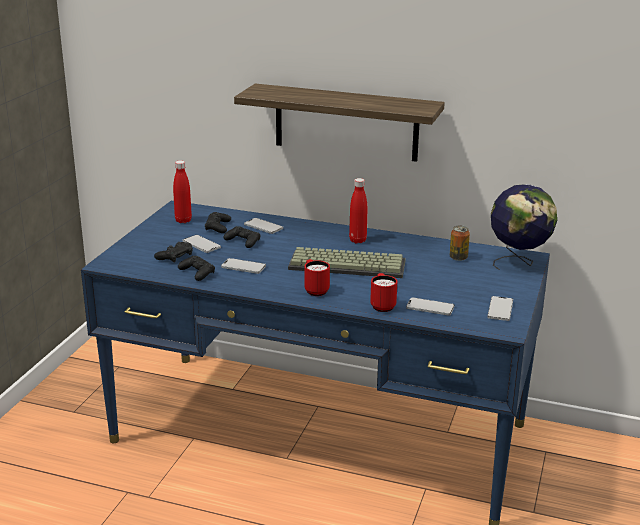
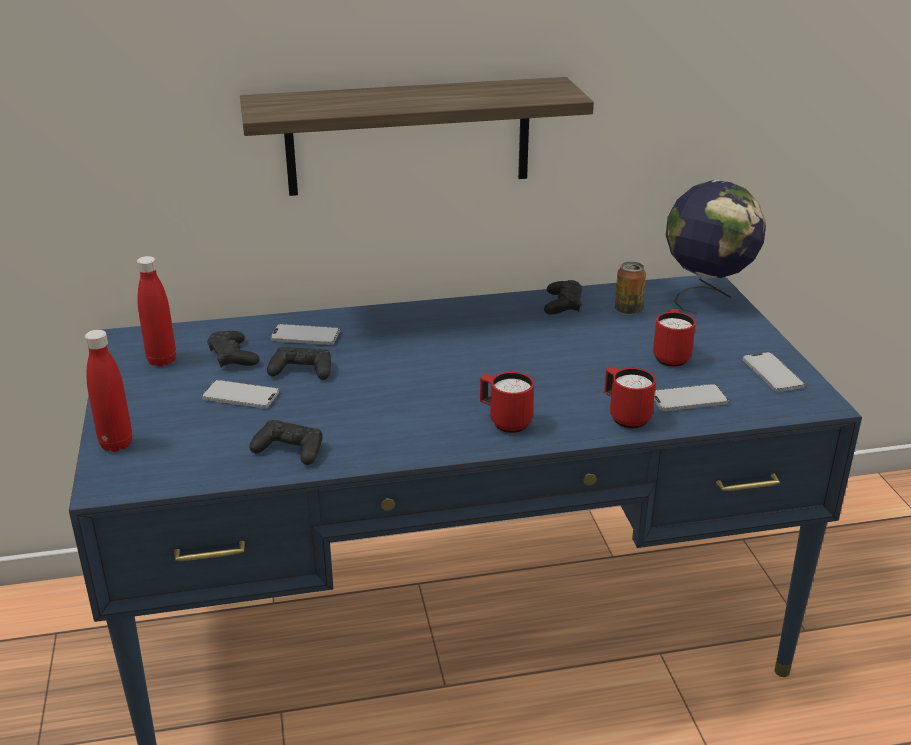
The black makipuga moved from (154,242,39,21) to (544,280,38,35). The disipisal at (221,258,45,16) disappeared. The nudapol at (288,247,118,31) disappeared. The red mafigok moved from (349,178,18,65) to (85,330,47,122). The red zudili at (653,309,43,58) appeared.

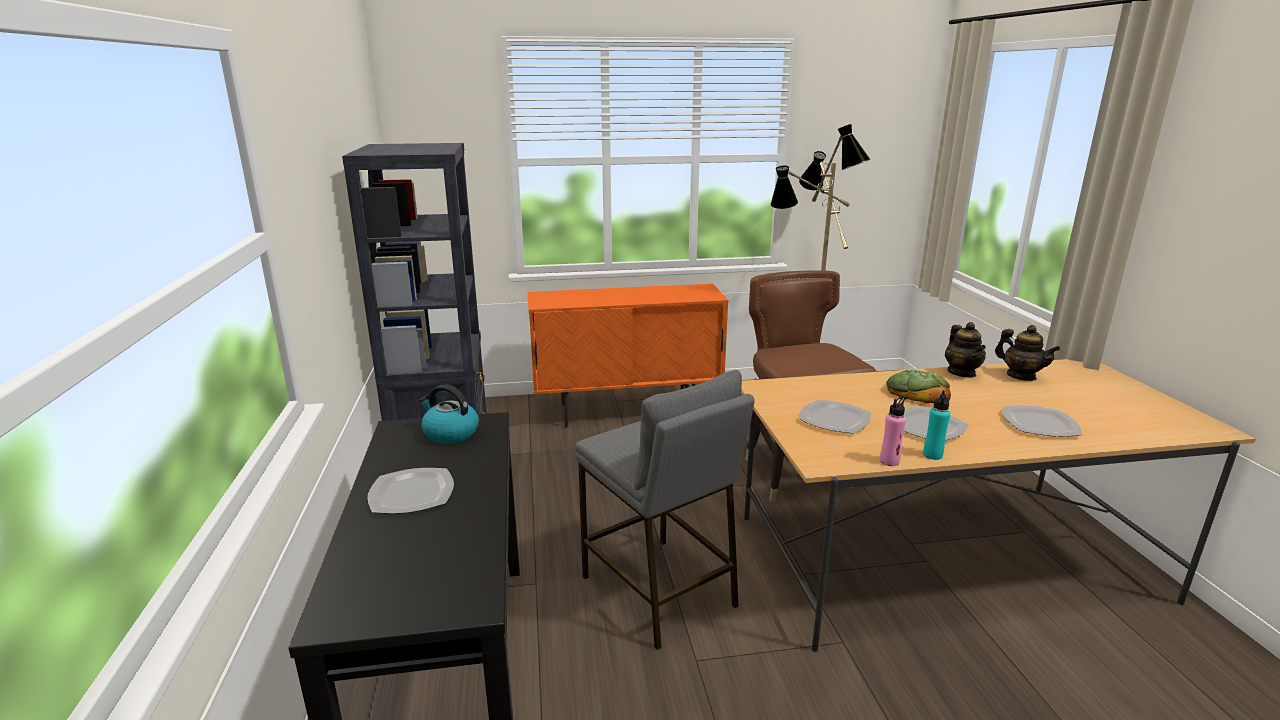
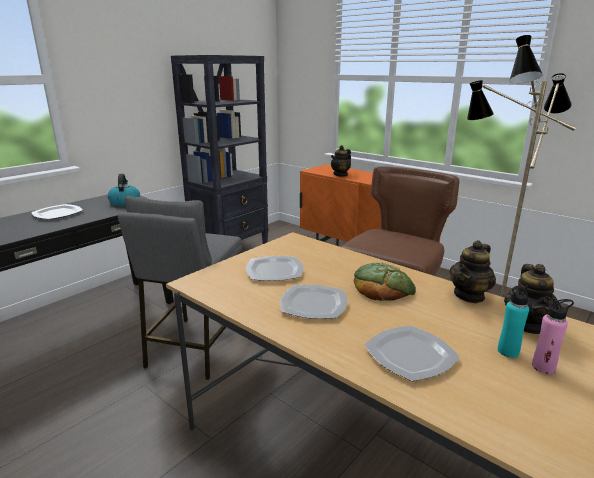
The pink mafigok moved from (880,396,26,70) to (532,298,42,76). The turquoise mafigok moved from (923,391,27,69) to (498,285,31,73). The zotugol at (331,145,20,32) appeared.

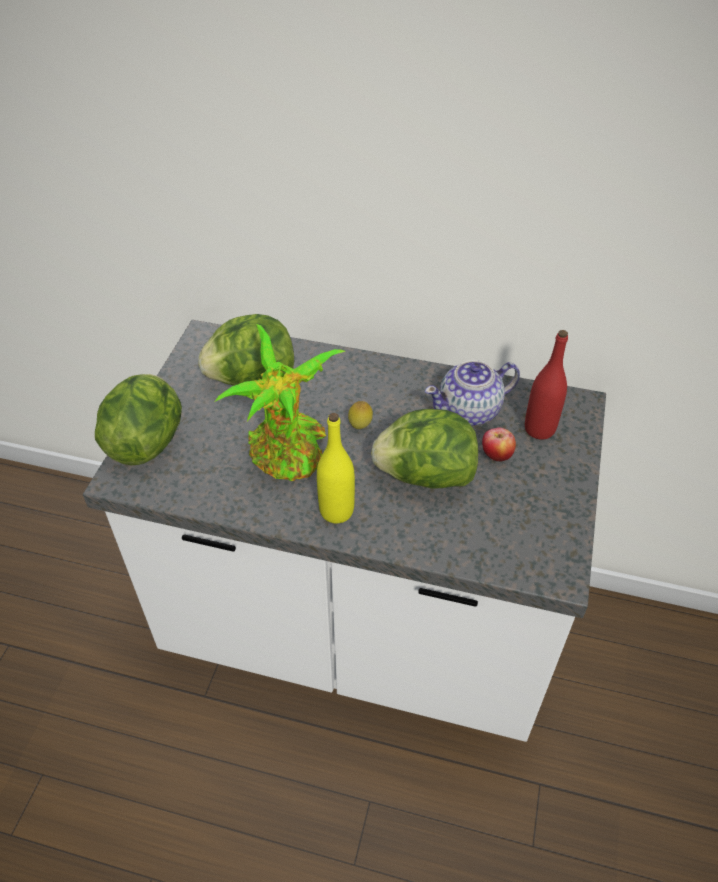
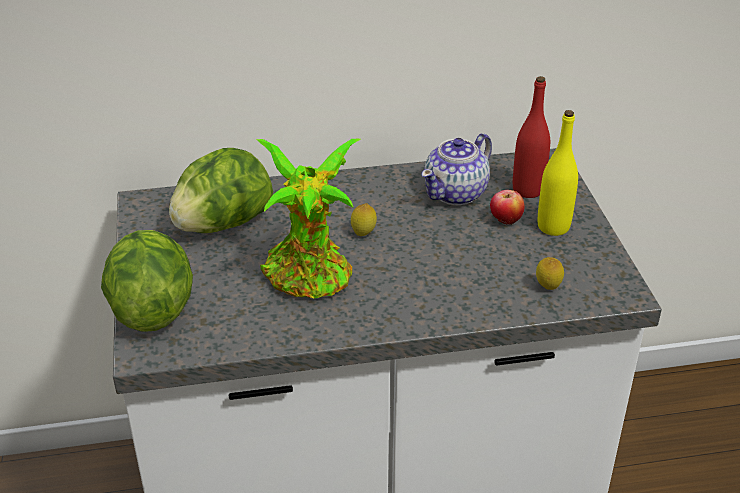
The yellow mafigok moved from (317,413,38,111) to (538,110,40,126). The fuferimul at (371,409,107,80) disappeared. The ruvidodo at (536,257,28,33) appeared.

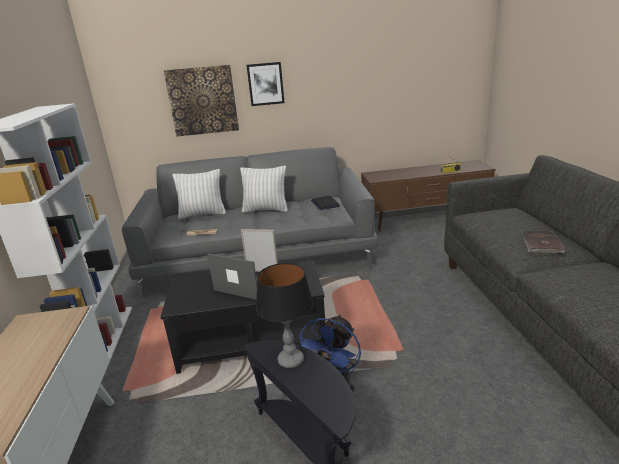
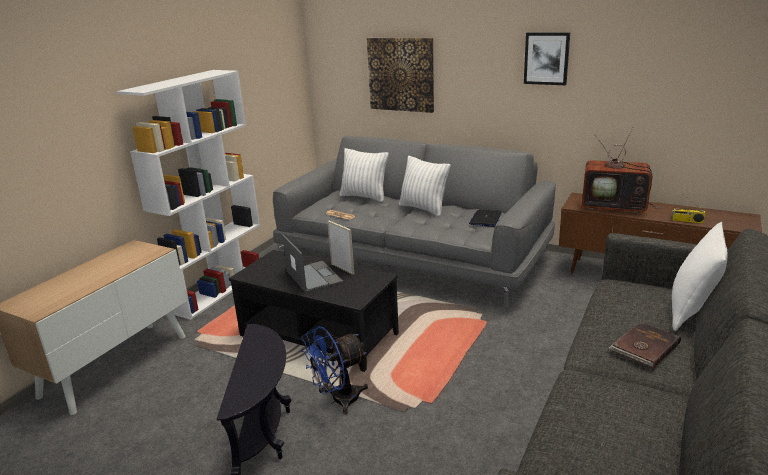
The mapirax moved from (247,62,38,44) to (524,33,46,52). The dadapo at (256,263,57,106) disappeared. The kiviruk at (582,128,77,86) appeared. The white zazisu at (672,222,55,109) appeared.

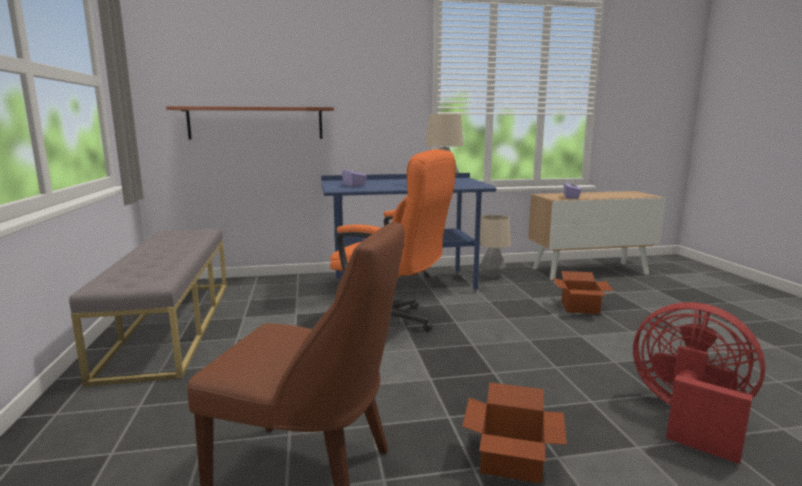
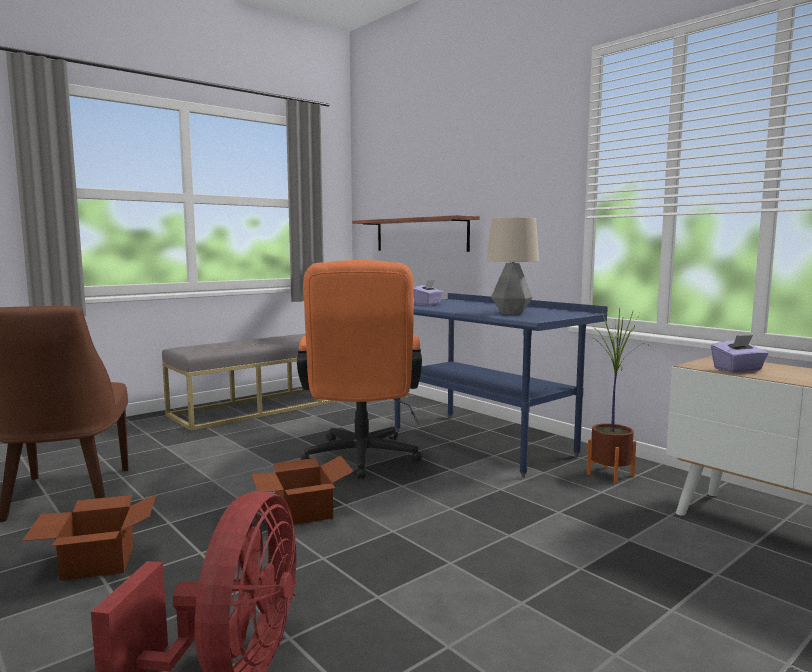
The dadapo at (480,215,31,63) was replaced by the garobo at (587,308,63,176). The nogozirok moved from (553,271,61,43) to (251,455,103,70).

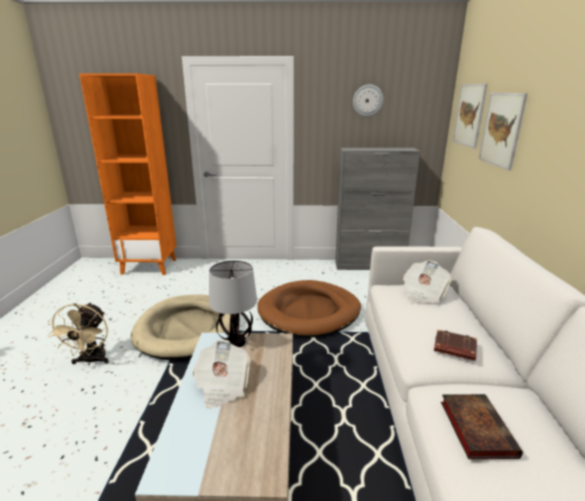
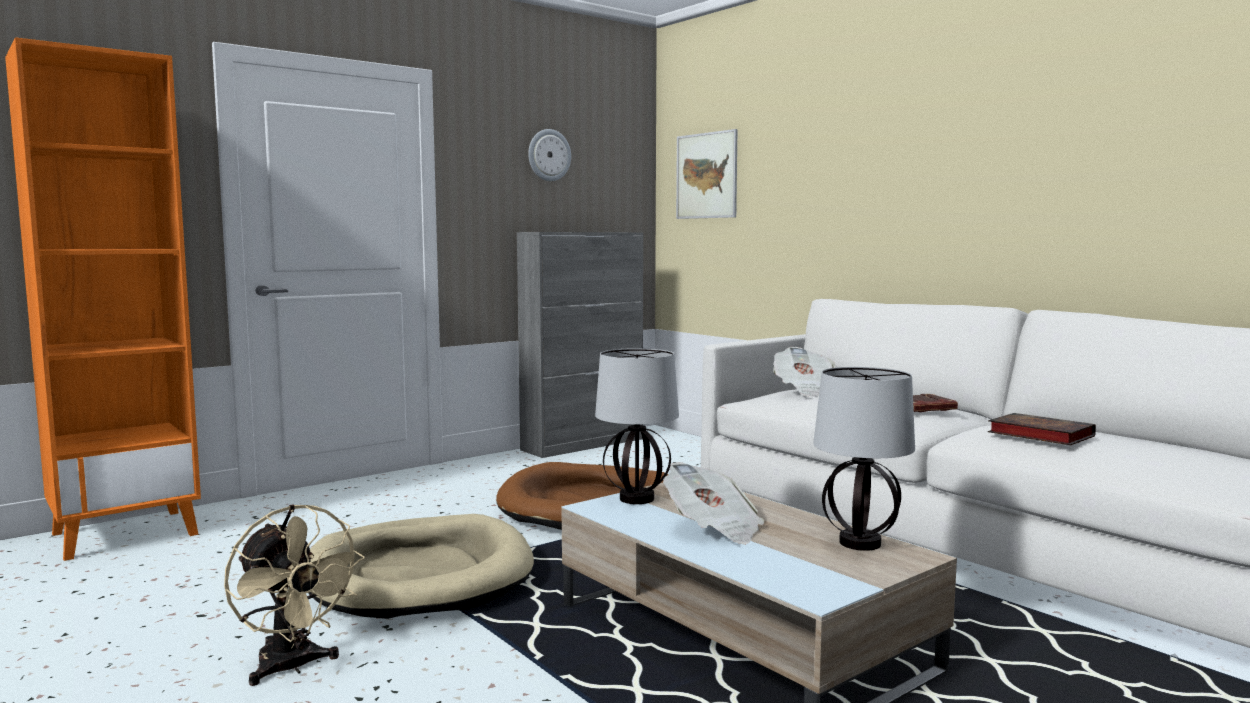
The mapirax at (478,93,50,77) disappeared. The dadapo at (813,367,102,184) appeared.

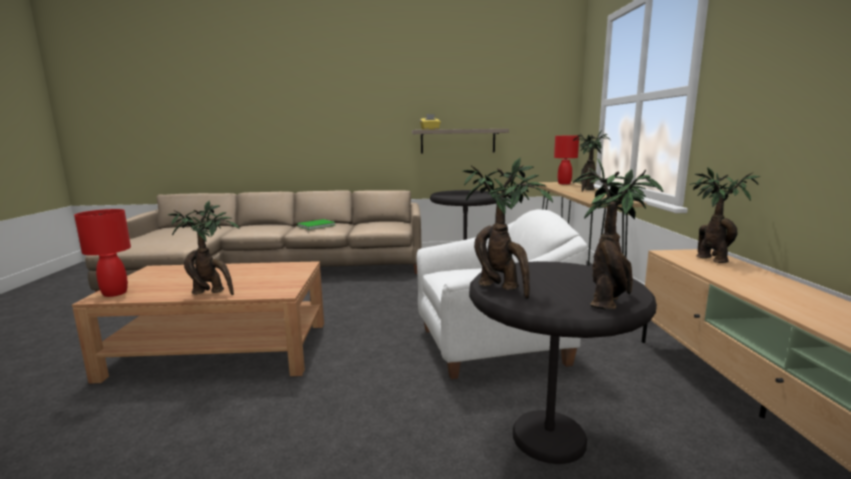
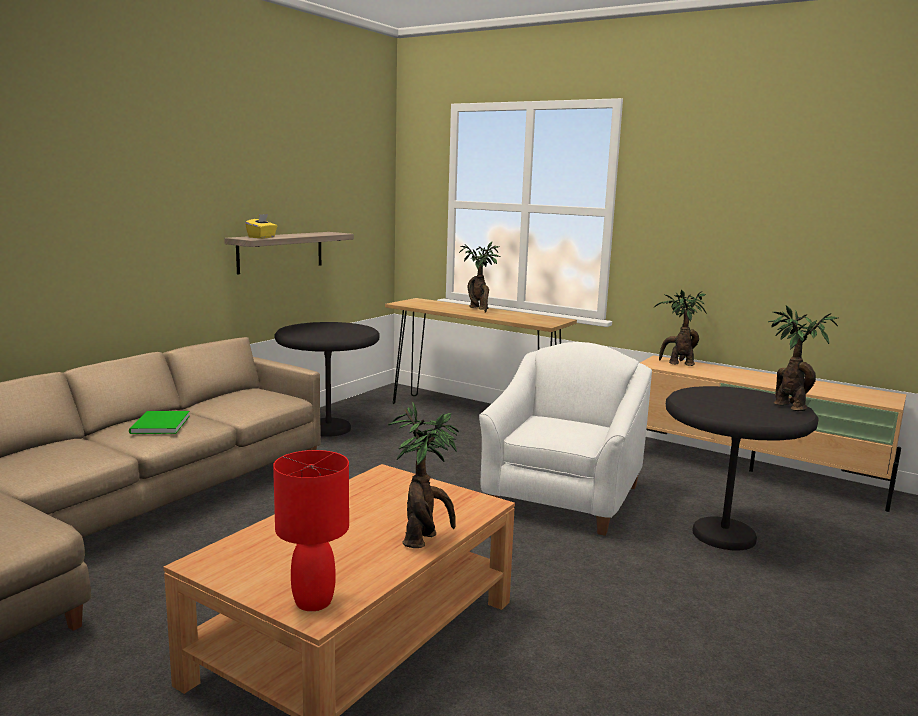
The garobo at (463,157,90,142) disappeared. The red dadapo at (554,135,25,49) disappeared.

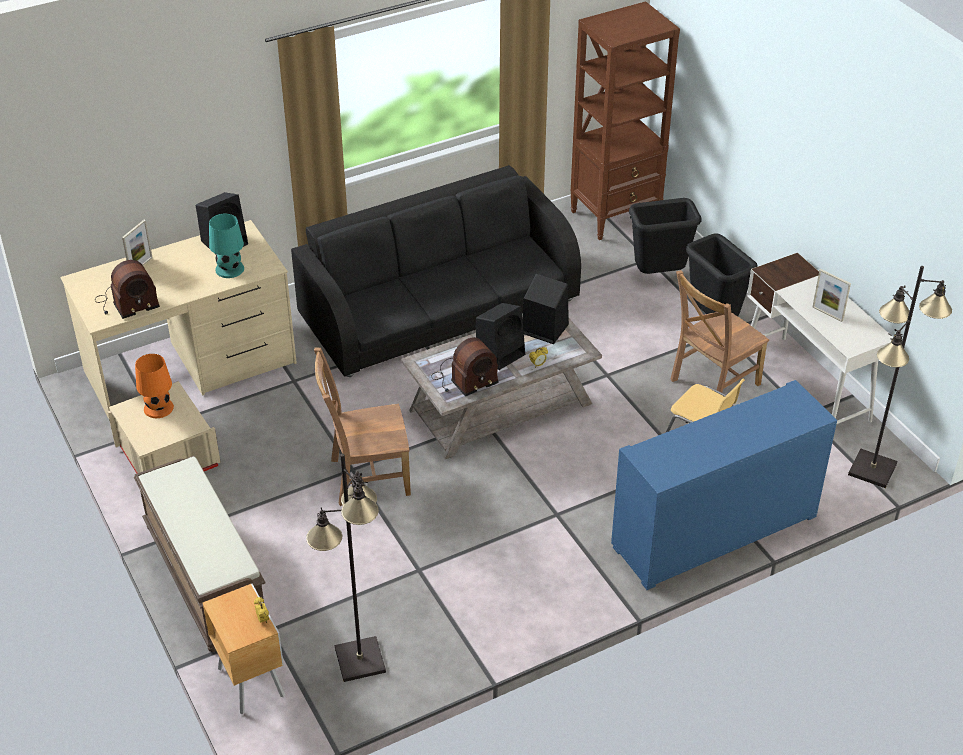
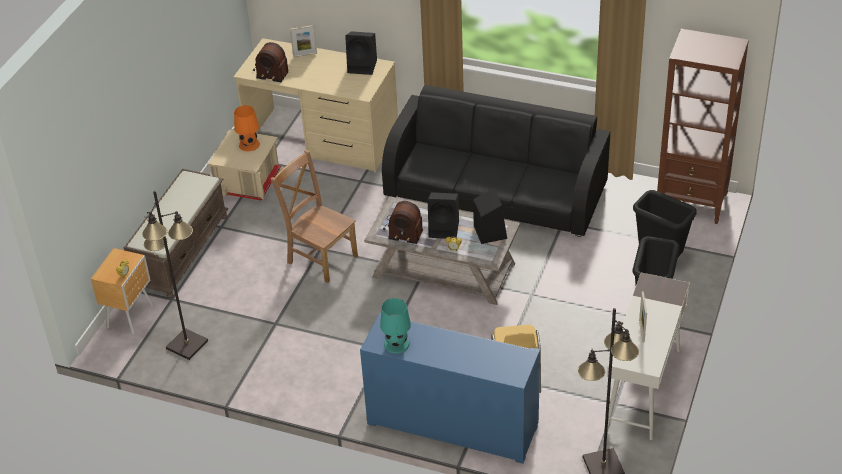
The turquoise dadapo moved from (209,213,35,65) to (380,298,31,56). The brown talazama at (670,270,99,122) disappeared.

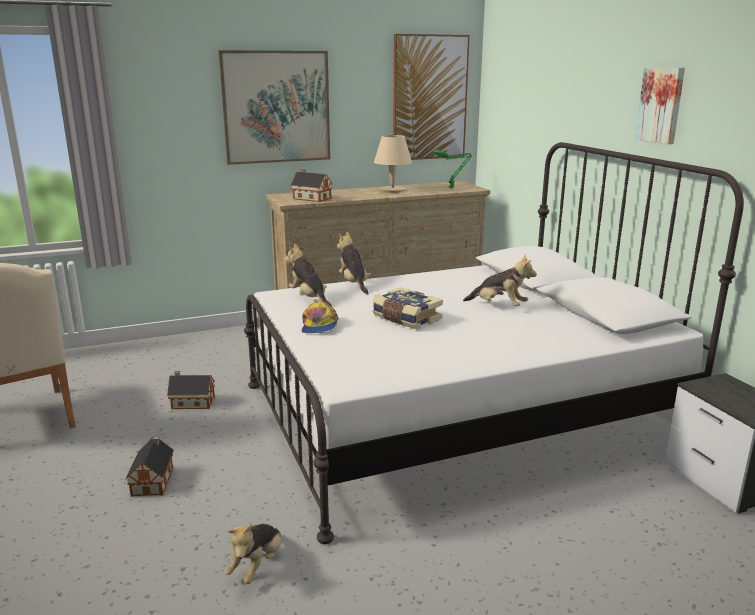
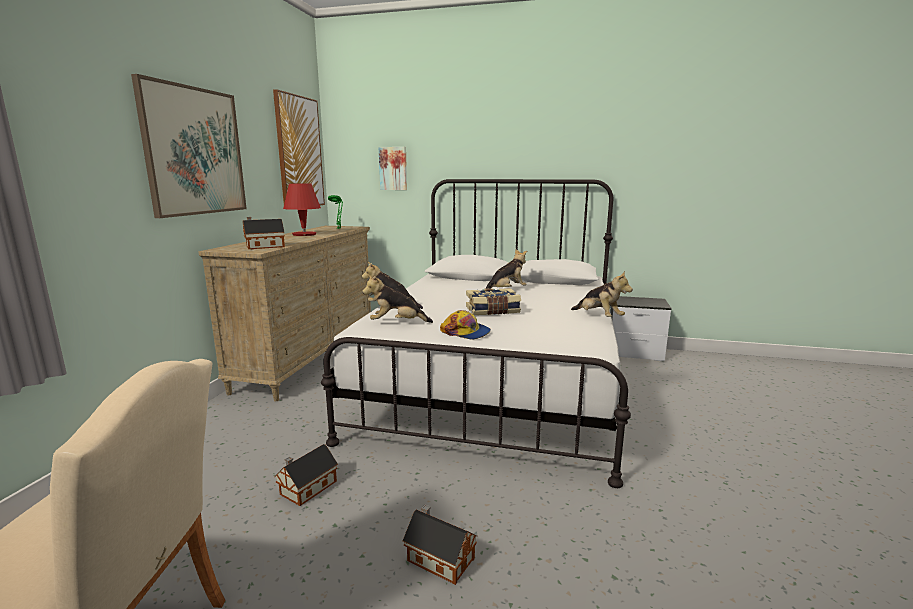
The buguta moved from (225,524,56,60) to (571,271,62,46). The beige dadapo at (374,135,38,58) became the red dadapo at (283,183,38,53). The mapirax moved from (635,67,50,77) to (378,147,29,43).

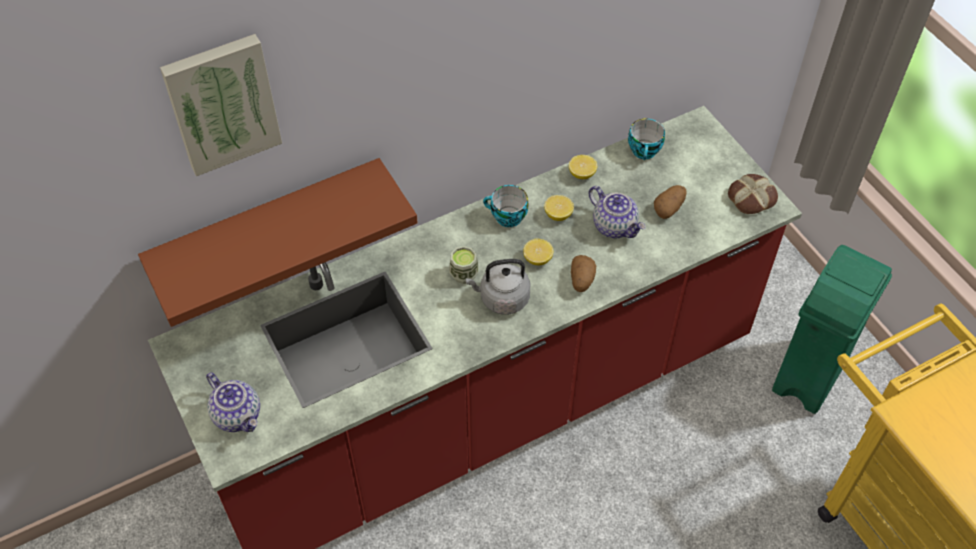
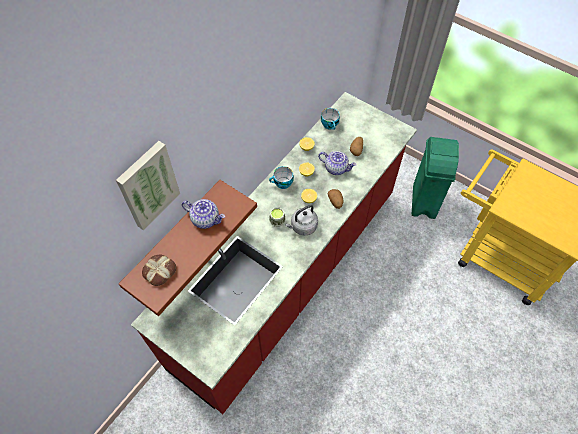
The zotugol moved from (206,372,54,60) to (182,199,43,30). The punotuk moved from (728,174,50,40) to (142,255,34,31).

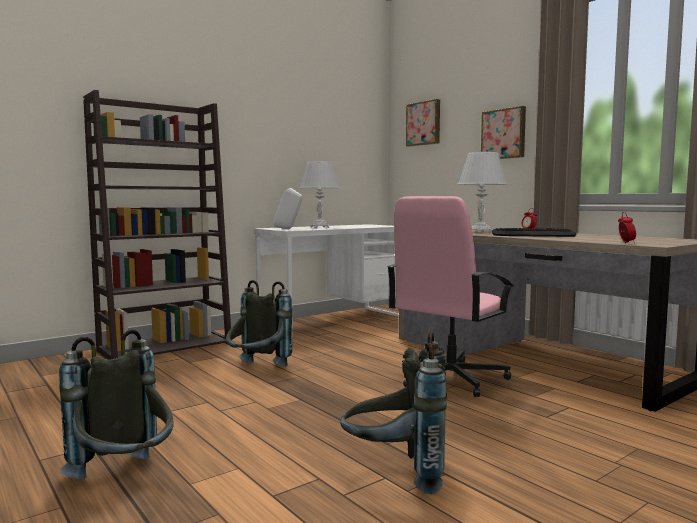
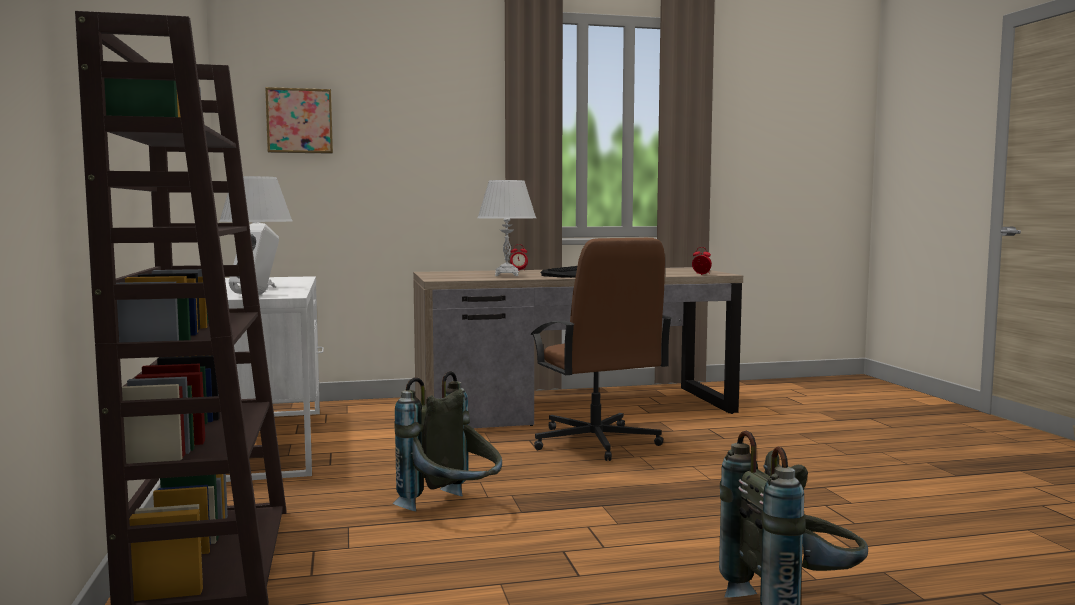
The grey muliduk at (340,331,107,163) disappeared. The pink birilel at (387,196,127,201) became the brown birilel at (530,238,142,223). The mapirax at (481,106,45,53) disappeared.

